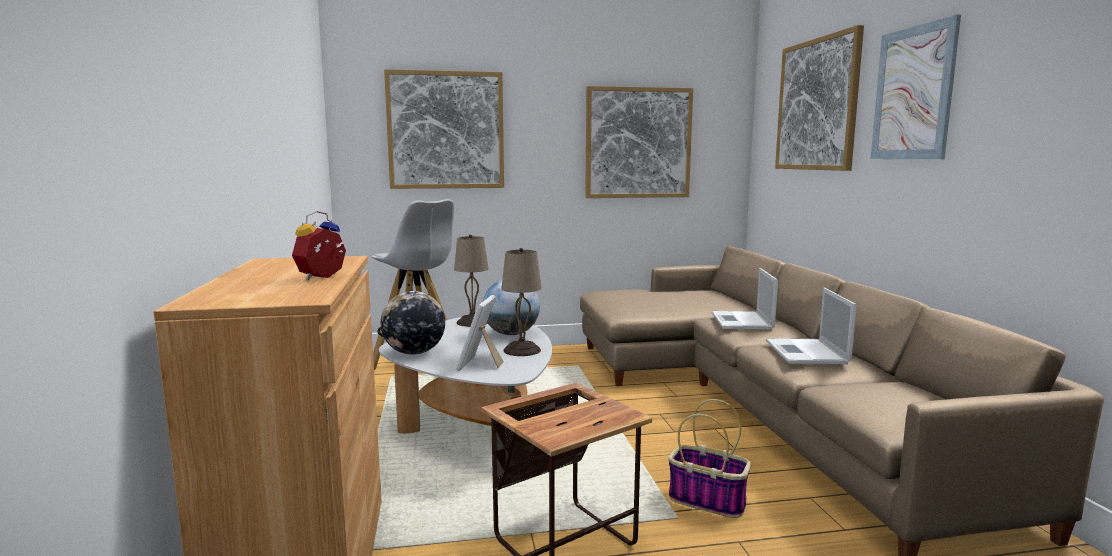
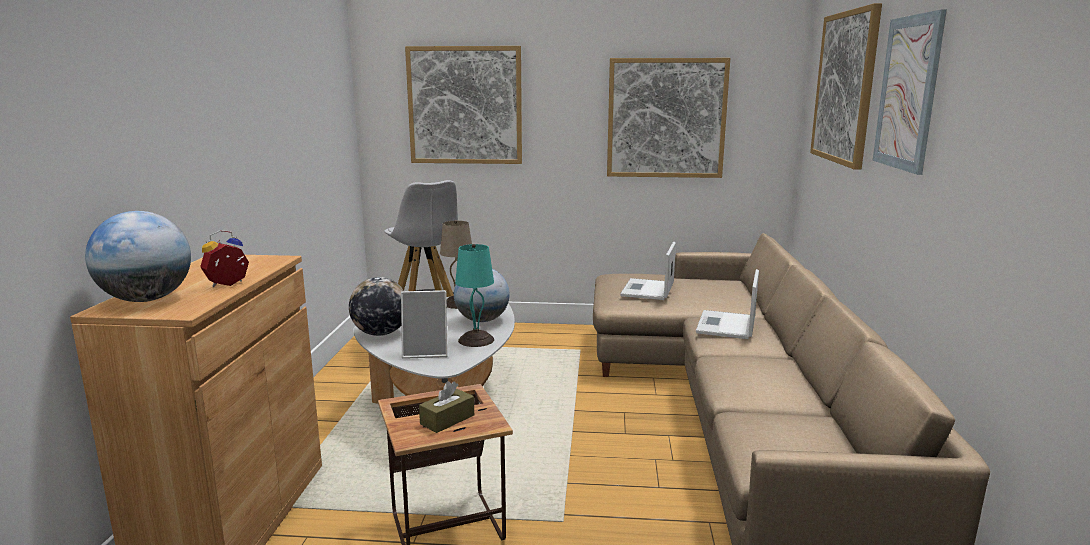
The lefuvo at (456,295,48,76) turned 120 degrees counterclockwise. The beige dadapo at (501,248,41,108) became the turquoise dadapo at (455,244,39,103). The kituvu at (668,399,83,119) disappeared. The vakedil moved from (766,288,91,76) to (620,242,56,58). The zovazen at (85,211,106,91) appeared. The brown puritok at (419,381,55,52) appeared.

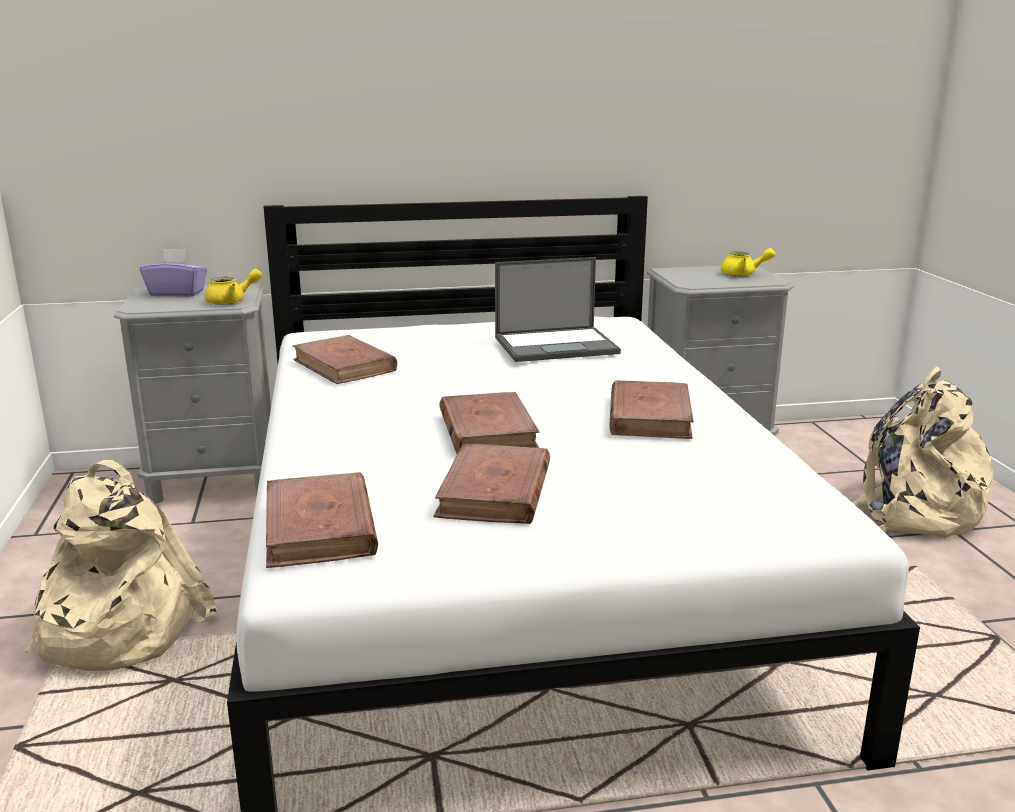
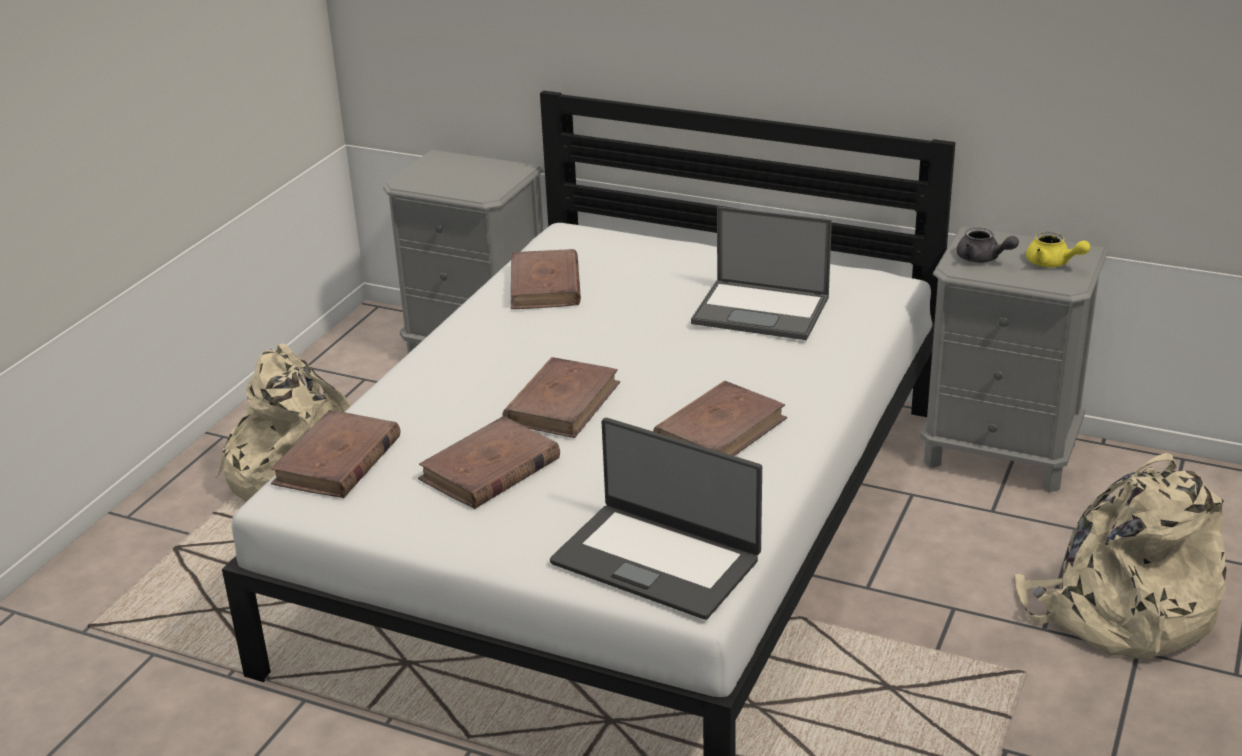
The purple puritok at (140,249,67,48) disappeared. The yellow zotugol at (205,269,57,36) disappeared. The vakedil at (550,418,212,202) appeared. The grey zotugol at (956,227,63,36) appeared.

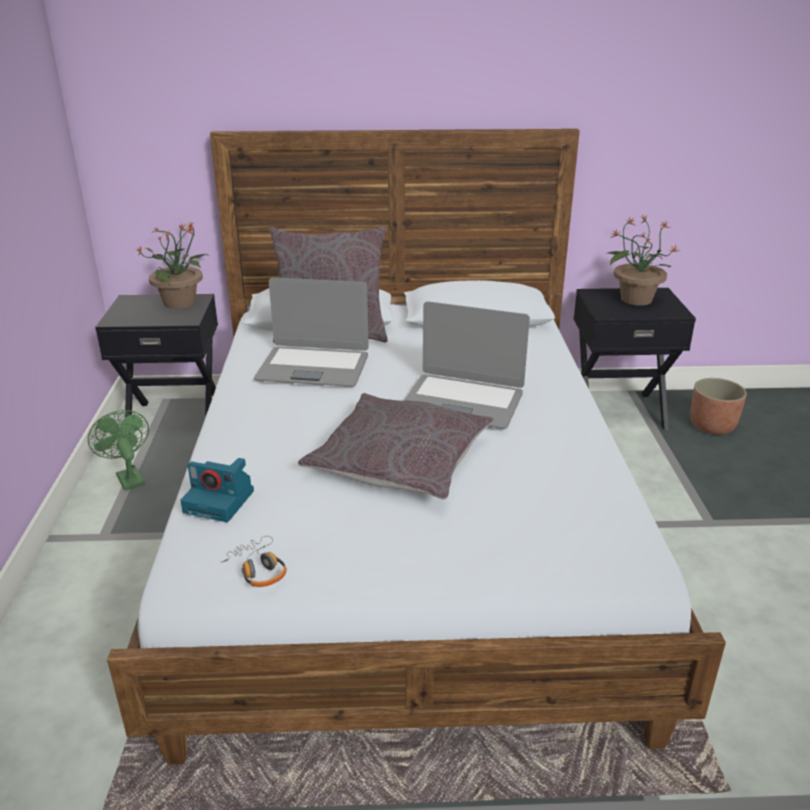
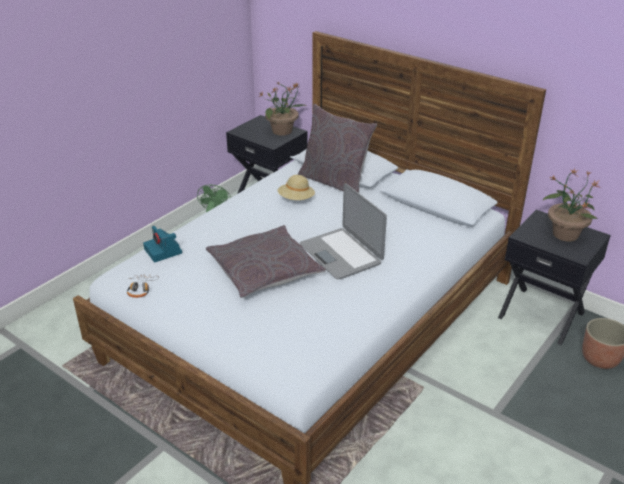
The vakedil at (254,277,115,110) was replaced by the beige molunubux at (278,175,37,25).

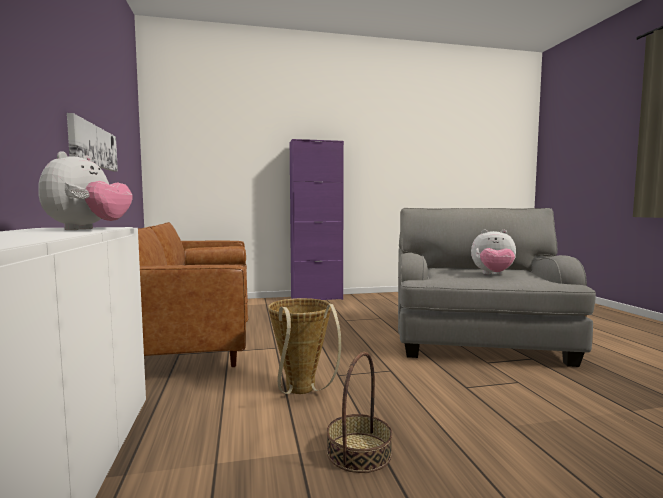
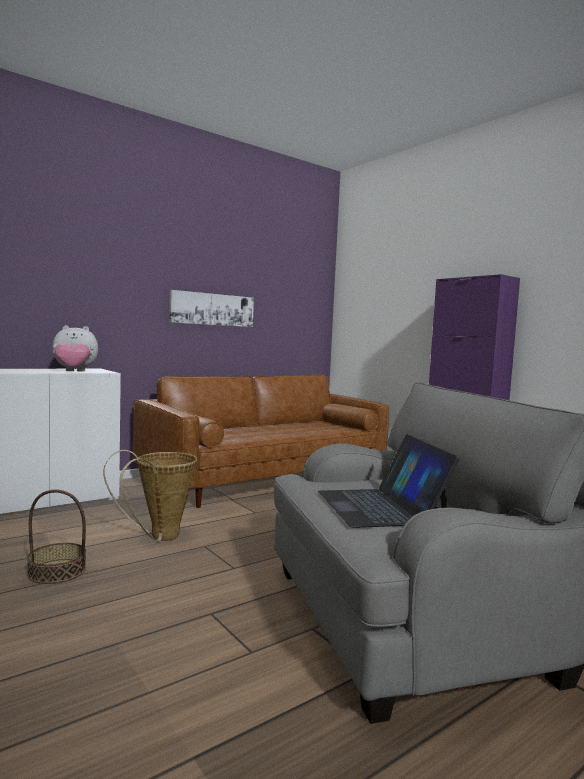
The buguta at (471,229,45,46) was replaced by the vakedil at (318,434,142,94).

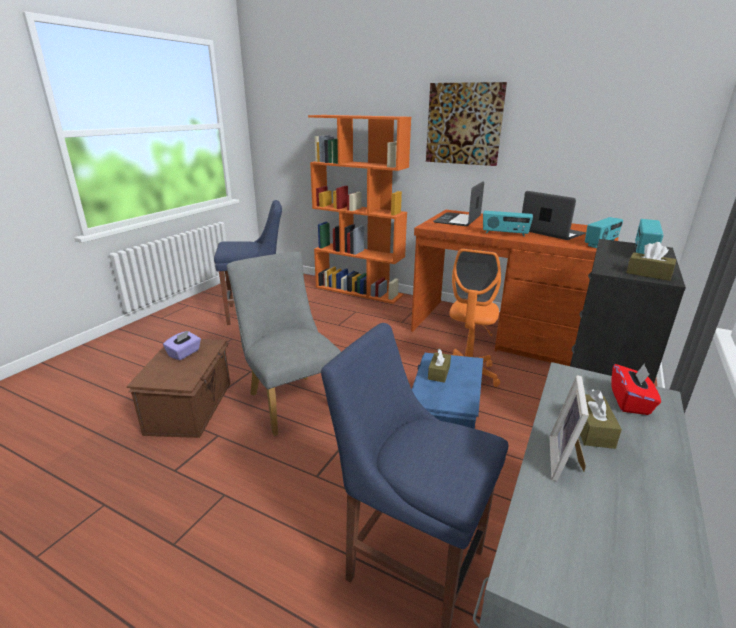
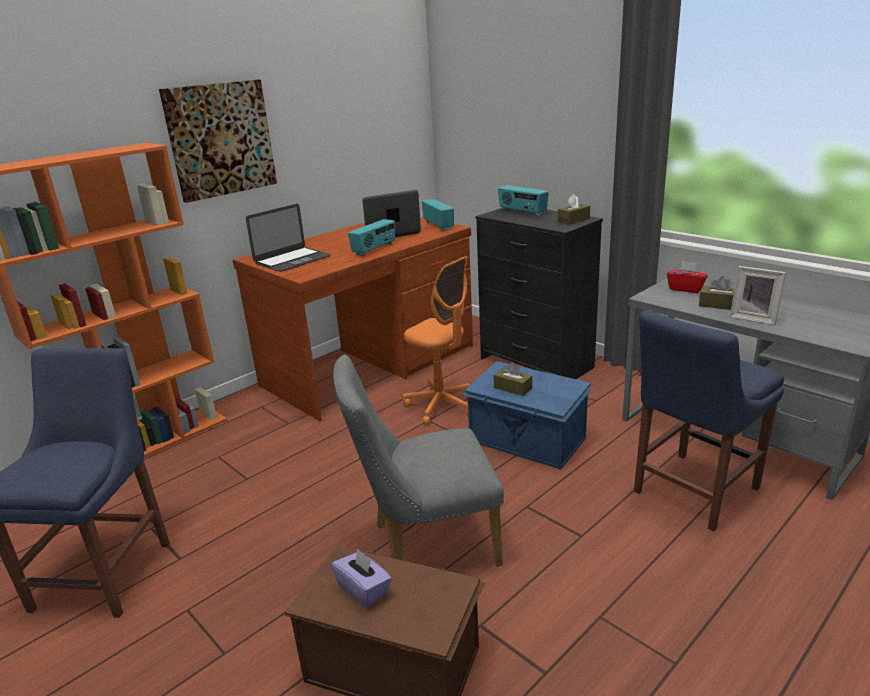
The vakedil at (433,181,51,45) turned 90 degrees counterclockwise.

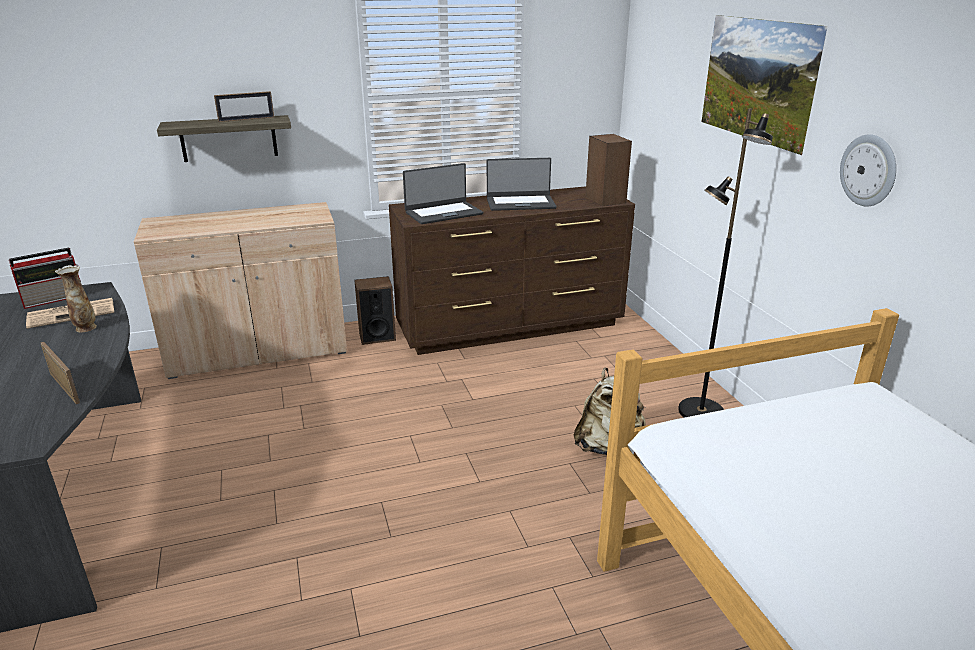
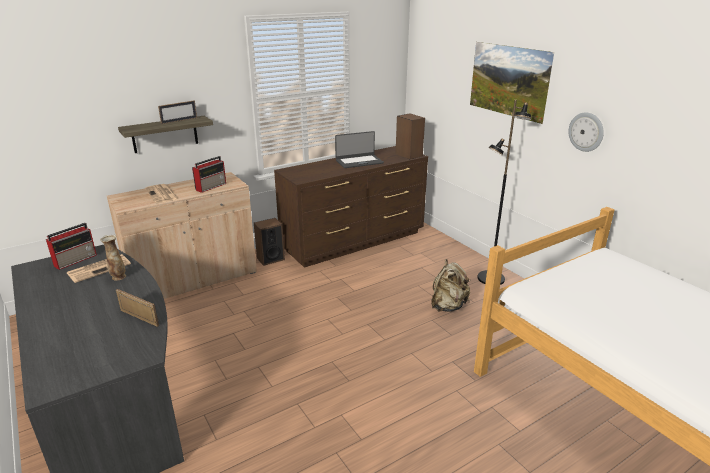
The vakedil at (403,163,80,61) disappeared. The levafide at (145,184,34,19) appeared. The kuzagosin at (192,156,34,37) appeared.

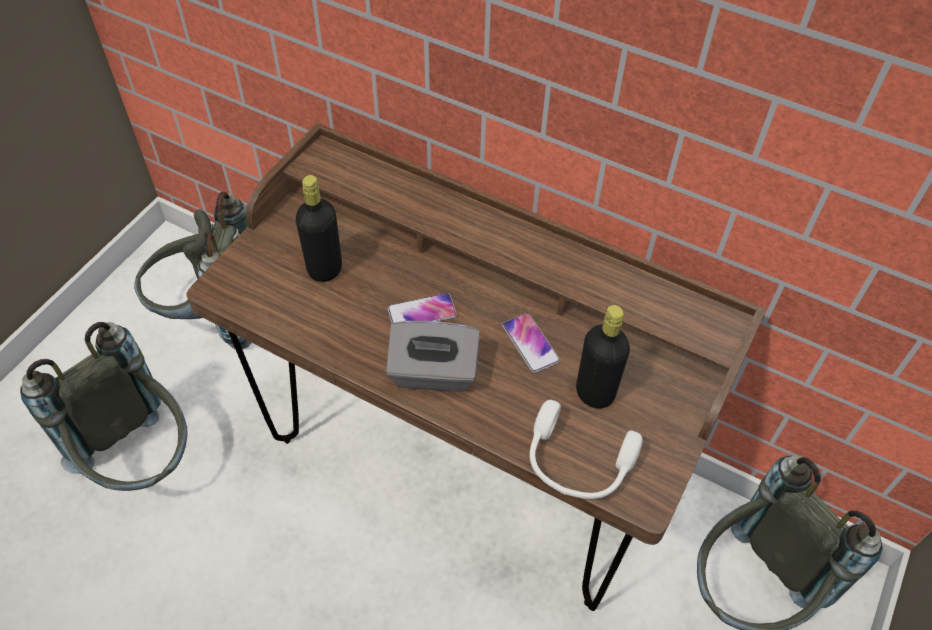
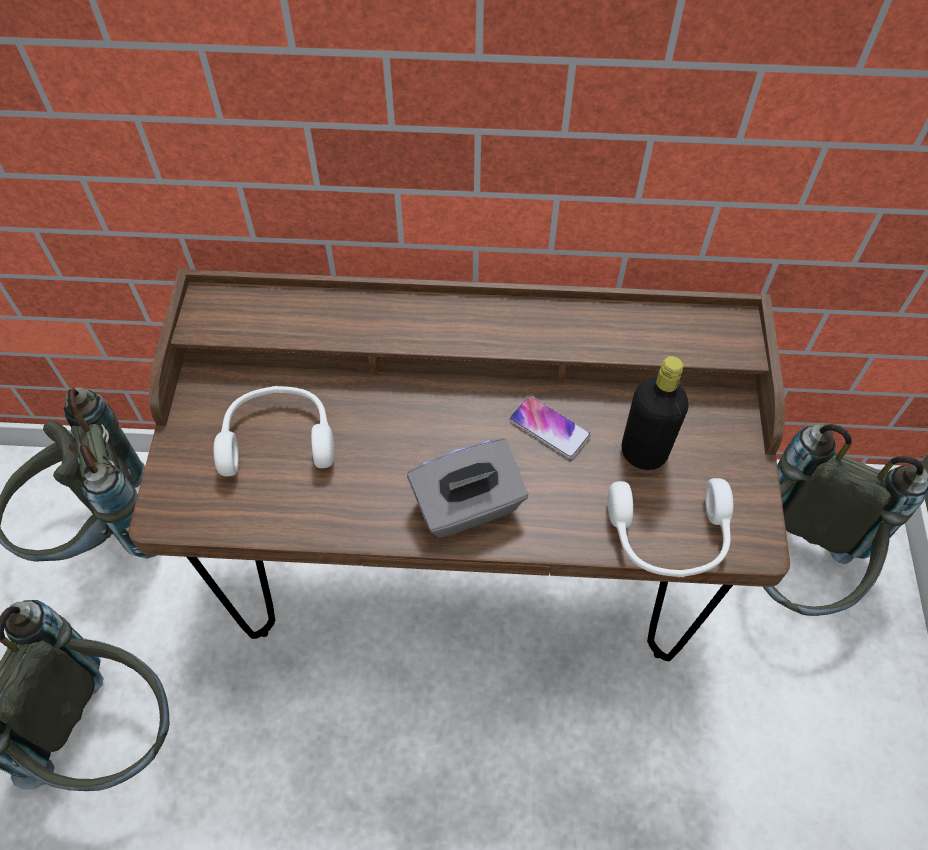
The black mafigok at (296,175,46,107) was replaced by the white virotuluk at (214,386,120,90). The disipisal at (387,293,70,30) disappeared.

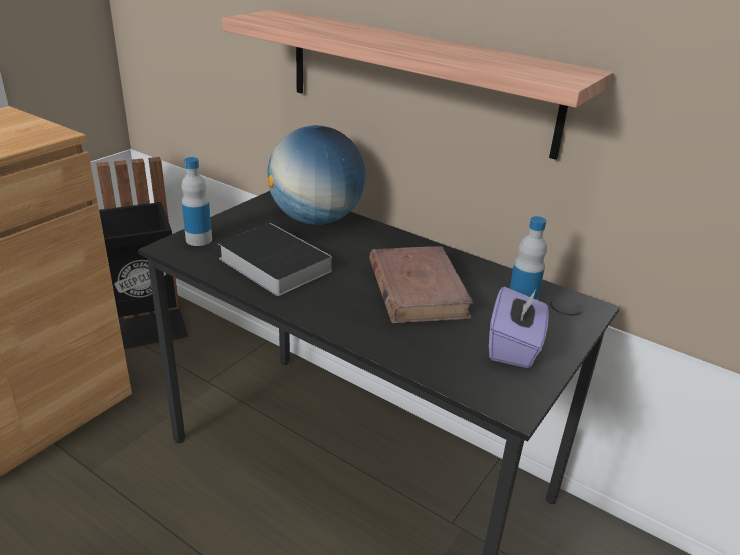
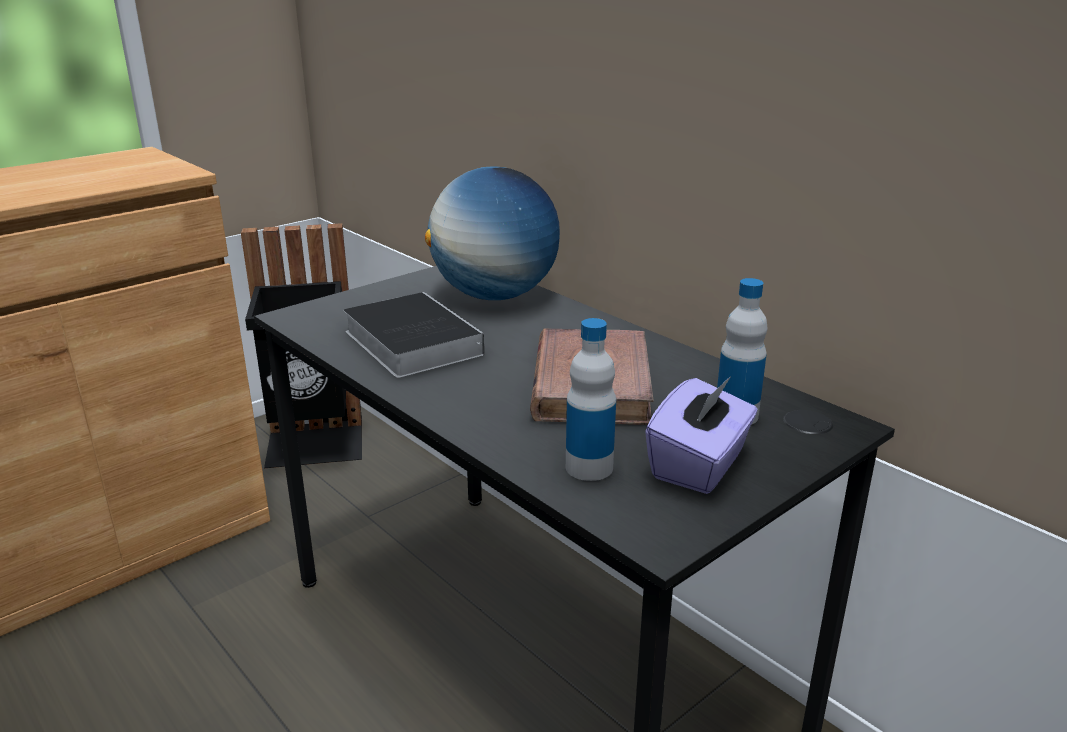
The mafigok moved from (181,157,31,89) to (566,318,50,163). The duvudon at (222,9,391,151) disappeared.

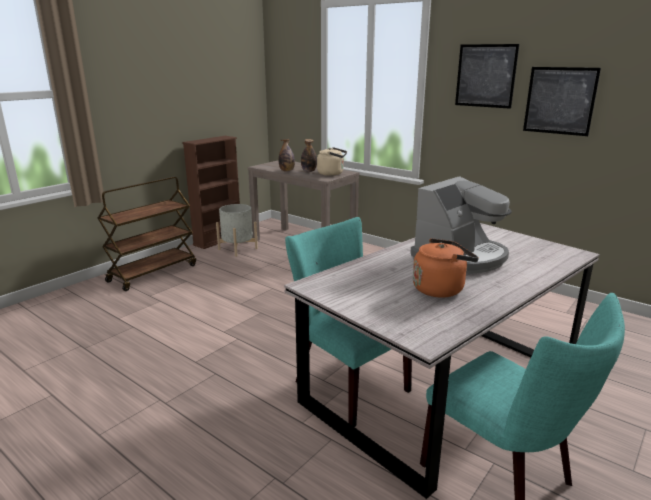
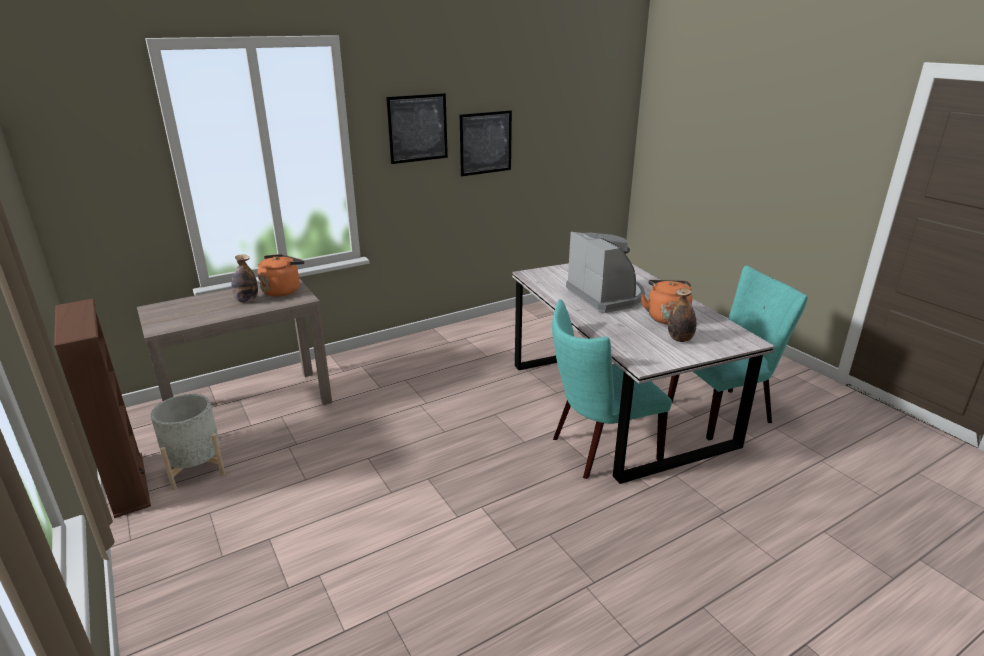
The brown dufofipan at (98,177,98,114) disappeared. The mafigok moved from (279,139,16,32) to (668,288,29,54). The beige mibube at (317,147,30,29) became the orange mibube at (258,254,46,43).

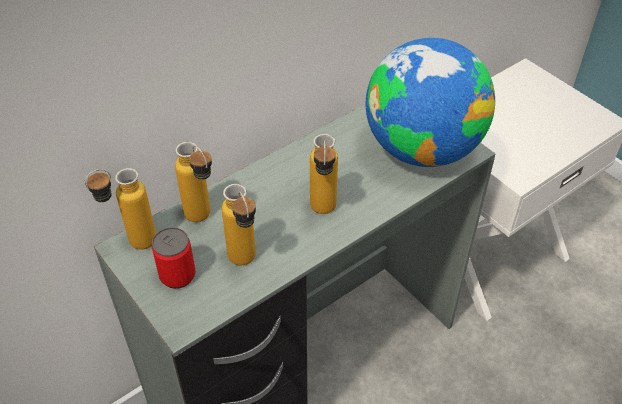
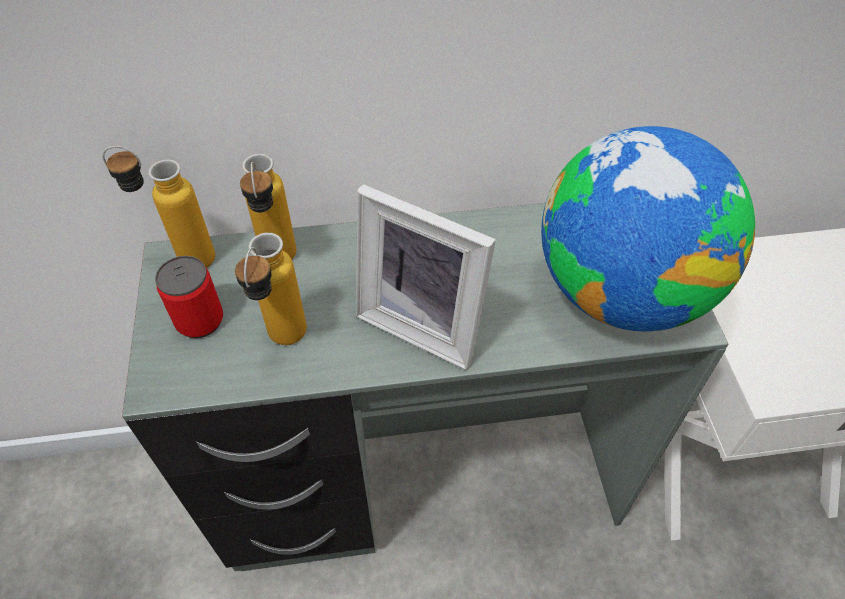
The mafigok at (310,134,28,80) was replaced by the lefuvo at (356,184,140,186).

